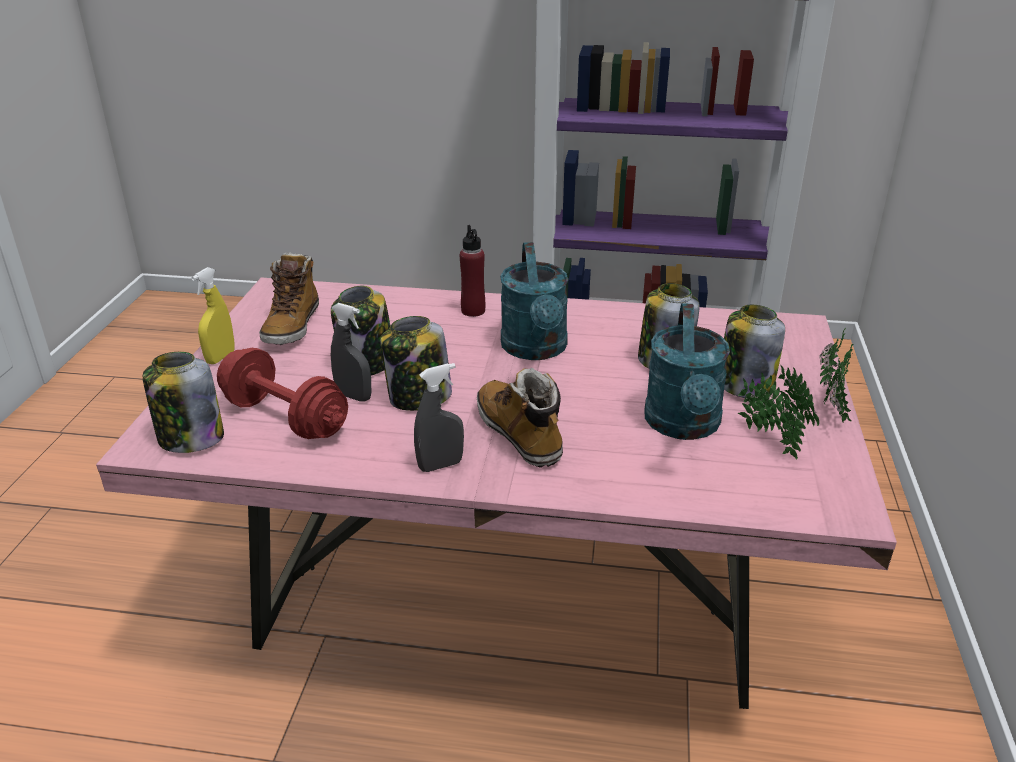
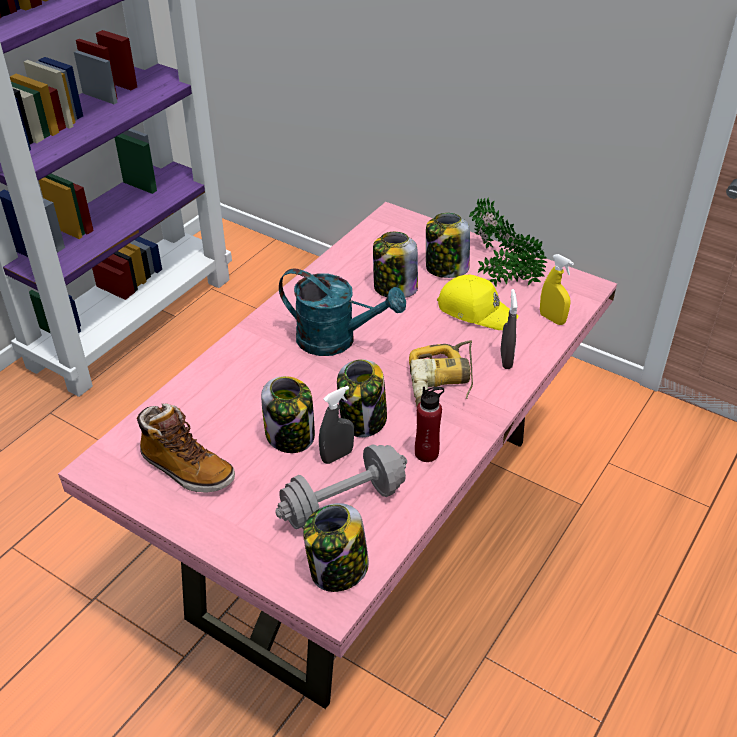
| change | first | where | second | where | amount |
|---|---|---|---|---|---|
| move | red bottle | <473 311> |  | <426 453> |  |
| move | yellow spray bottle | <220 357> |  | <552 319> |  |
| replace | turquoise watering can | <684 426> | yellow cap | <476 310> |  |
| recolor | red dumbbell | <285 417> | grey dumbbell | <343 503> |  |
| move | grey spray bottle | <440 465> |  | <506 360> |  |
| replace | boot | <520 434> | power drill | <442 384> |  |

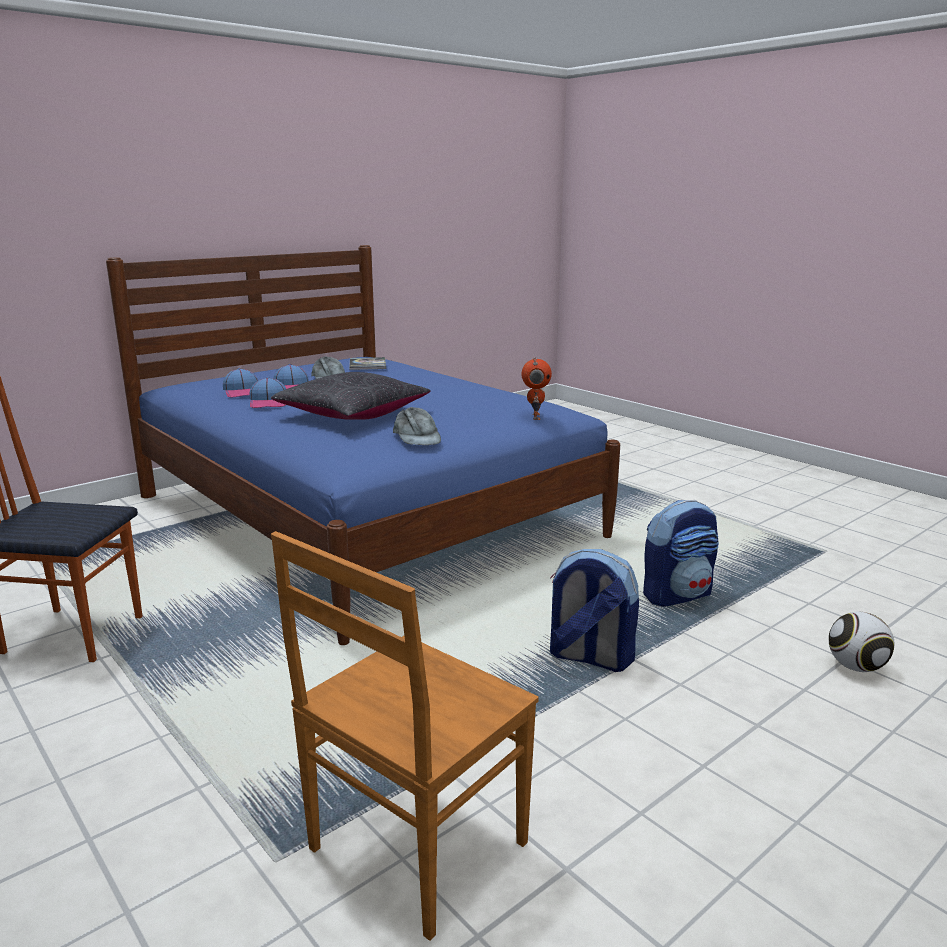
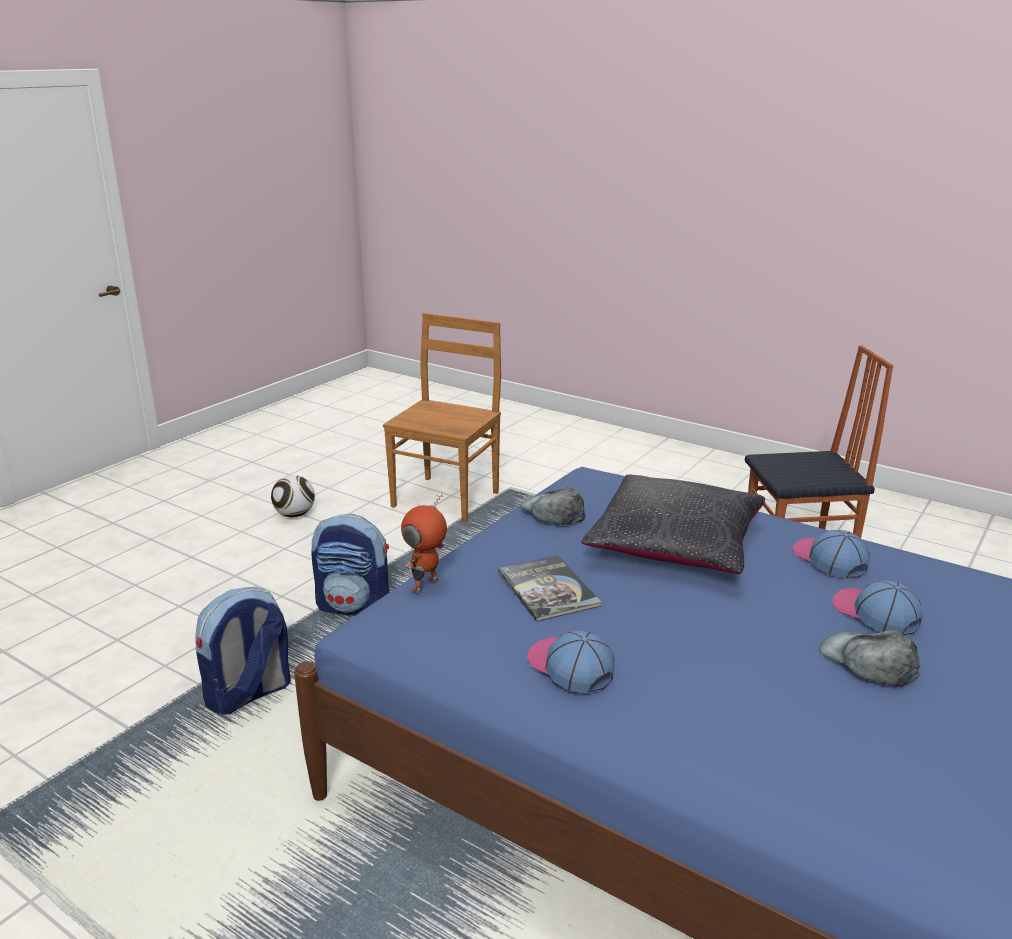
| change | first | where | second | where | amount |
|---|---|---|---|---|---|
| move | book | <367 365> |  | <548 589> |  |
| rotate | toy robot | <535 416> |  | <426 586> | 45 degrees clockwise |
| move | cap | <243 392> |  | <570 666> |  |
| move | football | <855 667> |  | <295 514> |  |

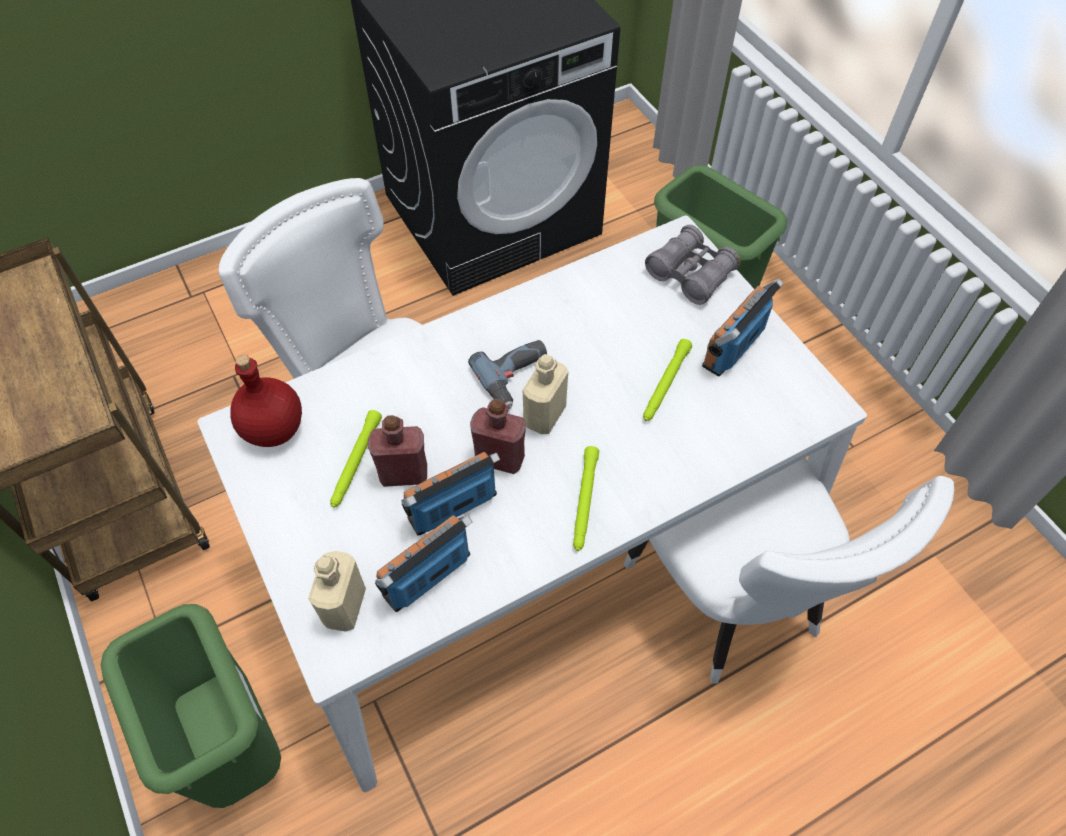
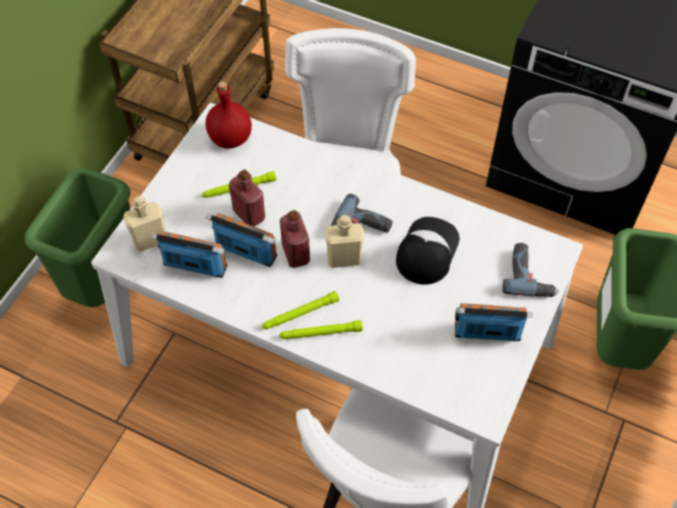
| change | first | where | second | where | amount |
|---|---|---|---|---|---|
| replace | grey binoculars | <690 274> | power drill | <529 275> |  |
| move | green flashlight | <665 384> |  | <320 333> |  |
| insert |  |  | cap | <426 251> |  |

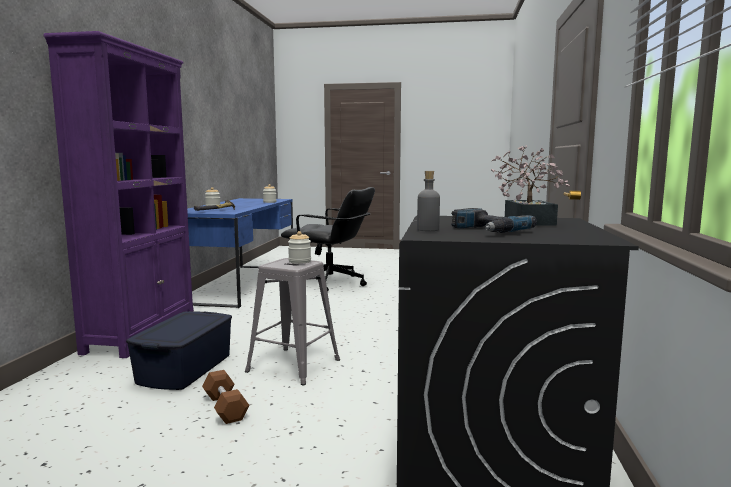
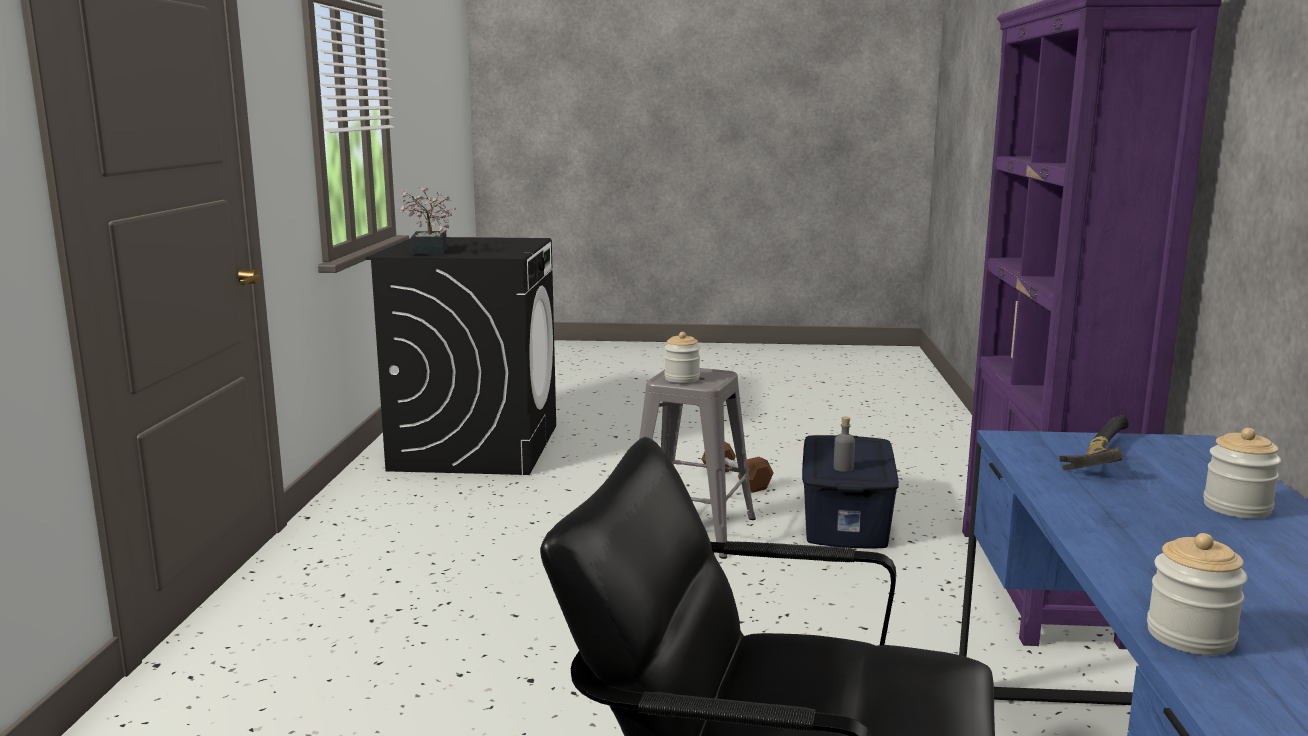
| change | first | where | second | where | amount |
|---|---|---|---|---|---|
| move | grey bottle | <428 229> |  | <843 468> |  |
| delete | power drill | <486 230> |  |  |  |

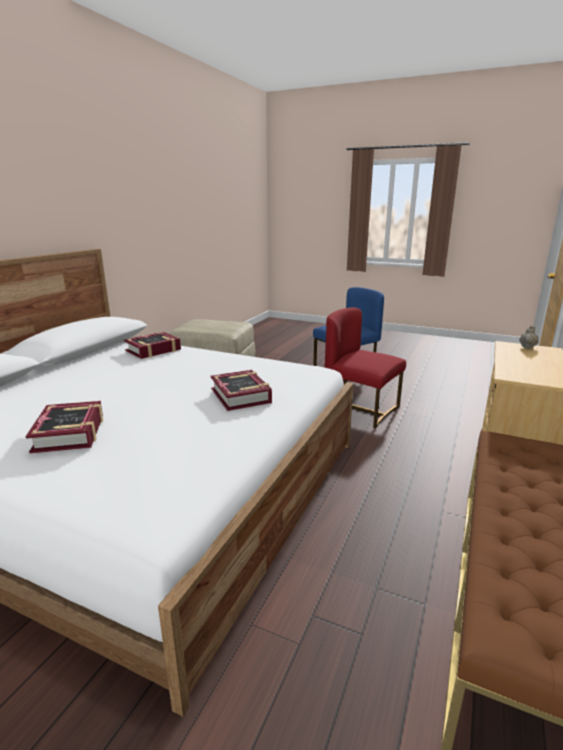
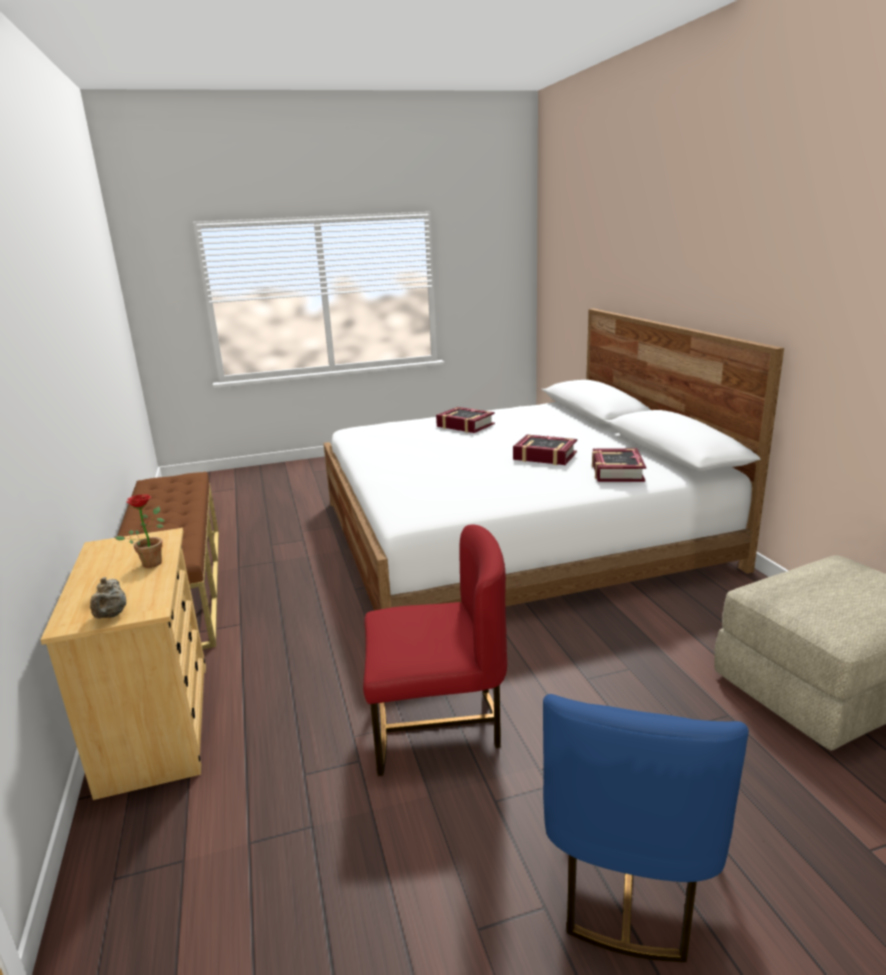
| change | first | where | second | where | amount |
|---|---|---|---|---|---|
| move | book | <241 396> |  | <545 456> |  |
| insert |  |  | potted plant | <153 561> |  |

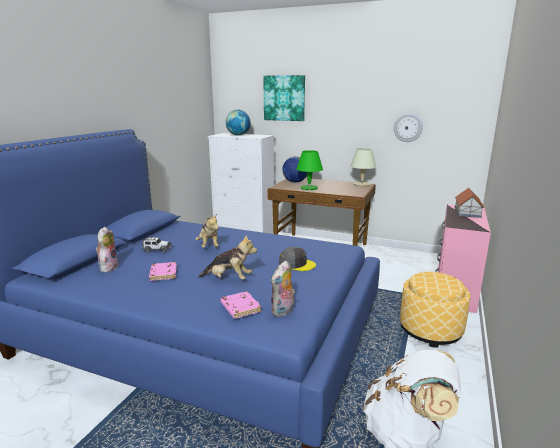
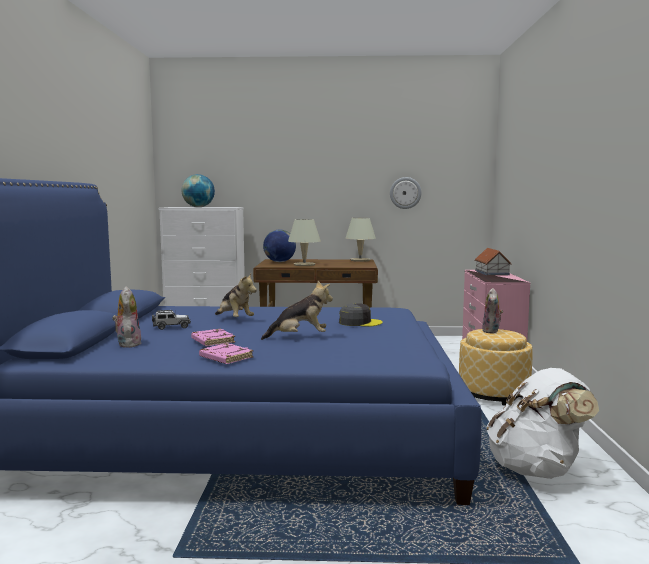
| change | first | where | second | where | amount |
|---|---|---|---|---|---|
| delete | picture | <284 98> |  |  |  |
| recolor | green table lamp | <309 188> | beige table lamp | <304 265> |  |
| move | plush toy | <283 311> |  | <492 331> |  |
| move | pink book | <240 308> |  | <225 358> |  |

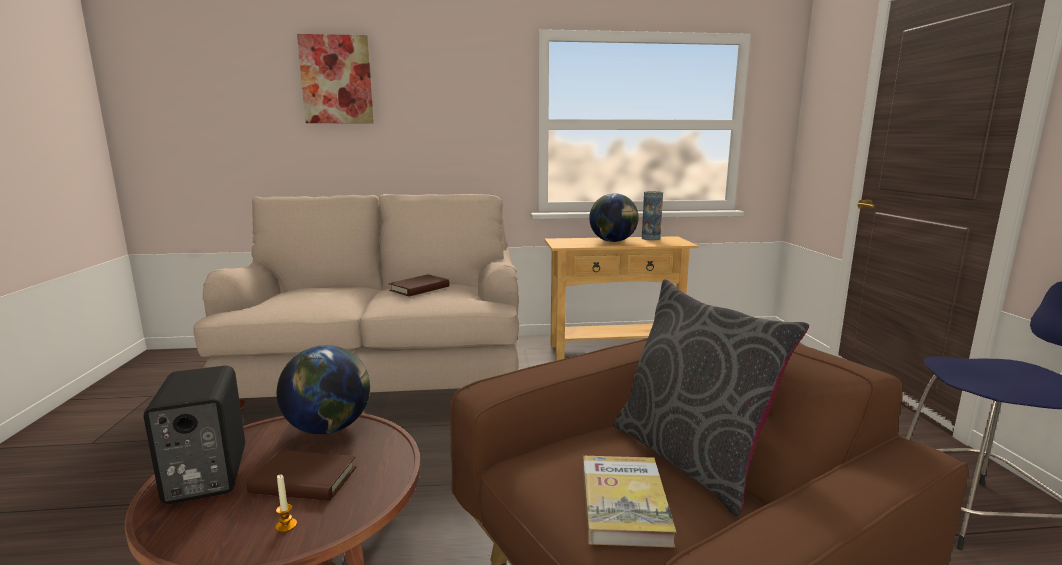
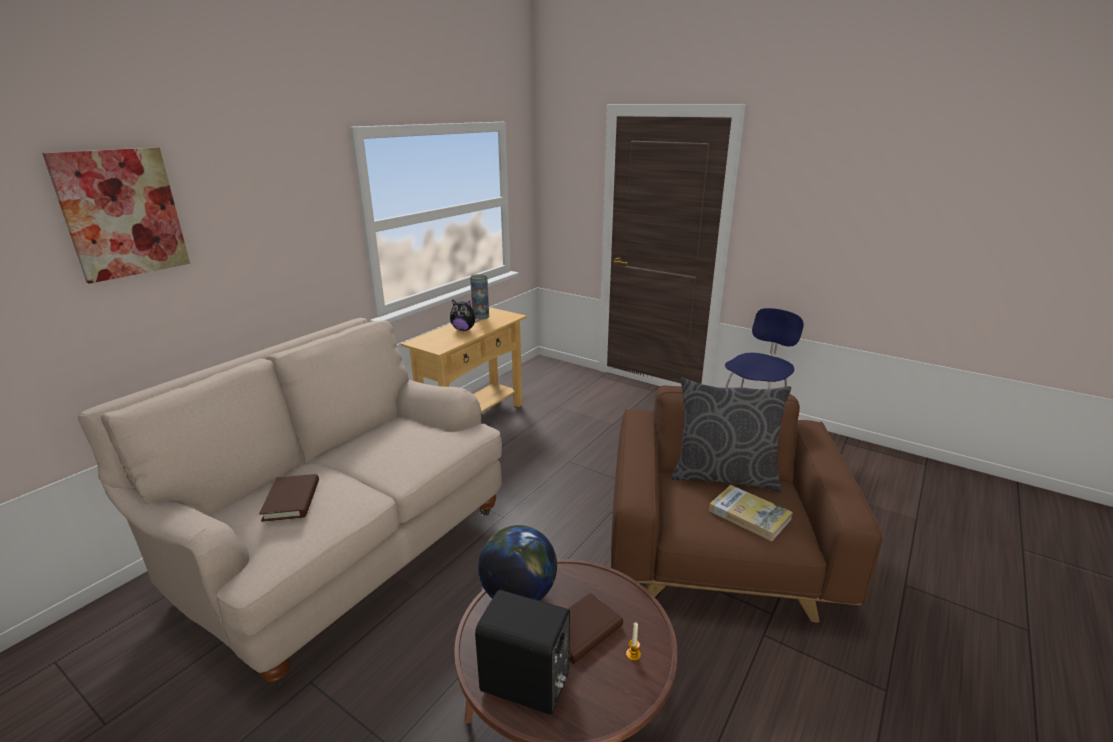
| change | first | where | second | where | amount |
|---|---|---|---|---|---|
| replace | globe | <613 241> | plush toy | <464 329> |  |
| move | brown book | <419 289> |  | <292 500> |  |

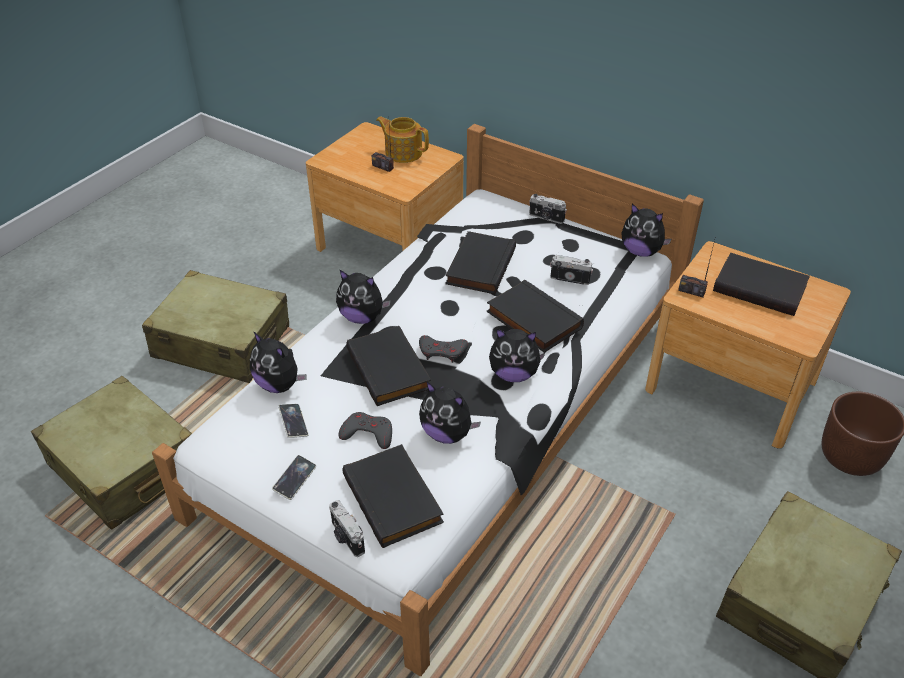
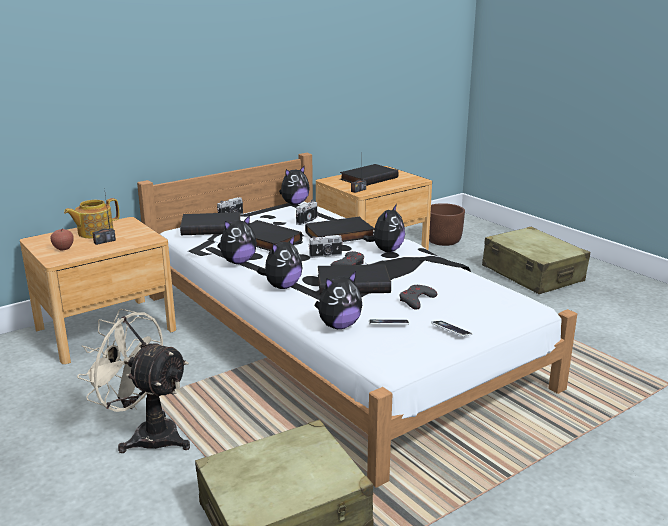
| change | first | where | second | where | amount |
|---|---|---|---|---|---|
| replace | beige suitcase | <222 342> | beige fan | <146 435> |  |
| move | plush toy | <447 433> |  | <238 262> |  |
| move | black book | <395 498> |  | <212 227> |  |
| move | photo camera | <346 538> |  | <326 256> |  |
| insert |  |  | apple | <63 248> |  |

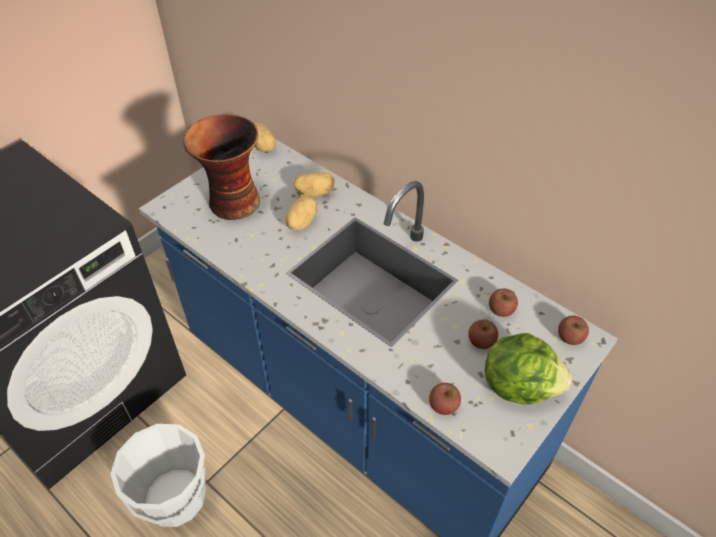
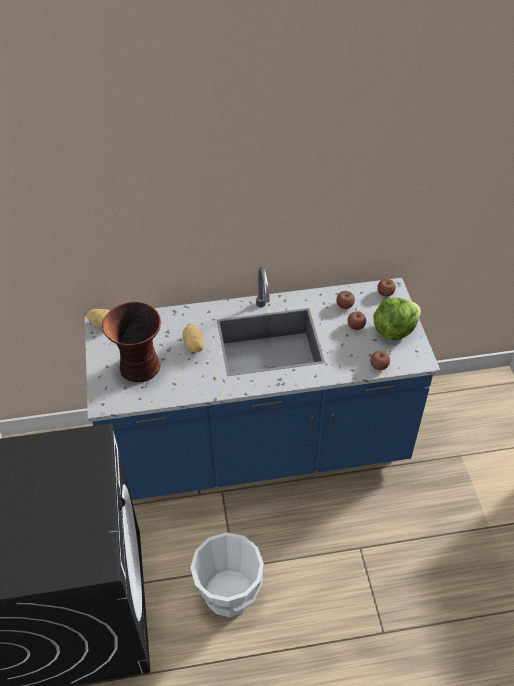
| change | first | where | second | where | amount |
|---|---|---|---|---|---|
| delete | potato | <315 193> |  |  |  |

